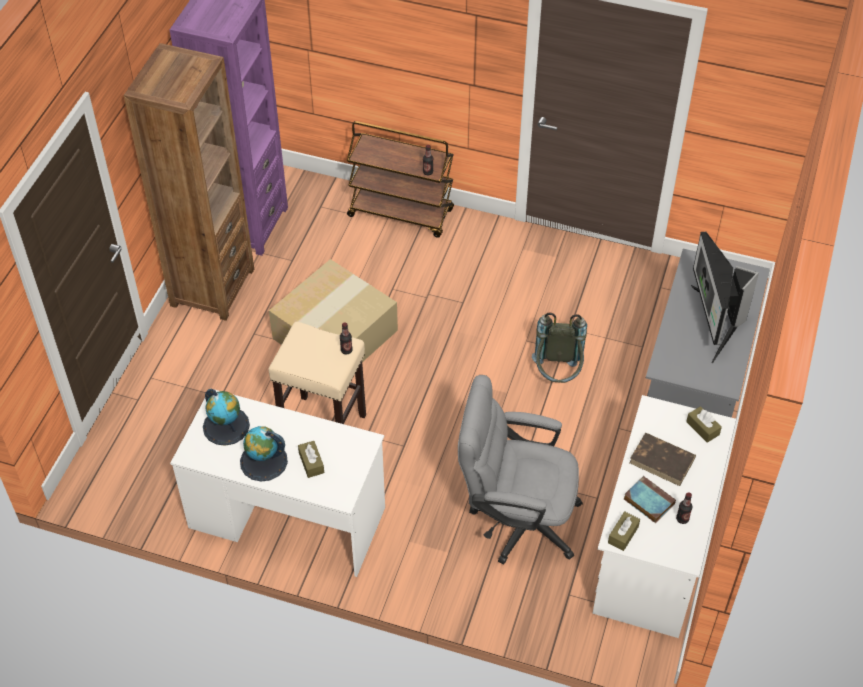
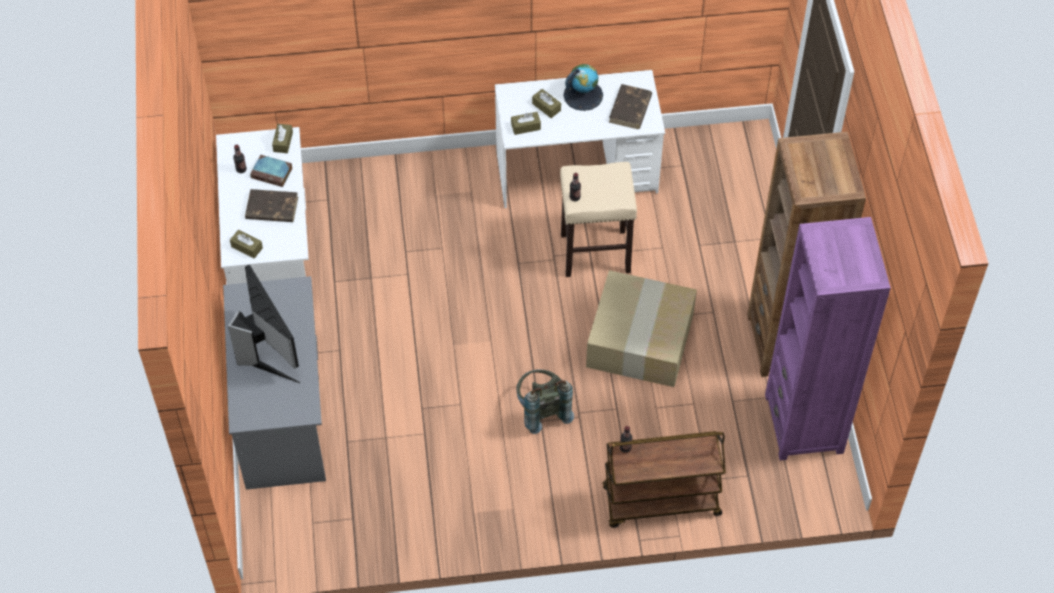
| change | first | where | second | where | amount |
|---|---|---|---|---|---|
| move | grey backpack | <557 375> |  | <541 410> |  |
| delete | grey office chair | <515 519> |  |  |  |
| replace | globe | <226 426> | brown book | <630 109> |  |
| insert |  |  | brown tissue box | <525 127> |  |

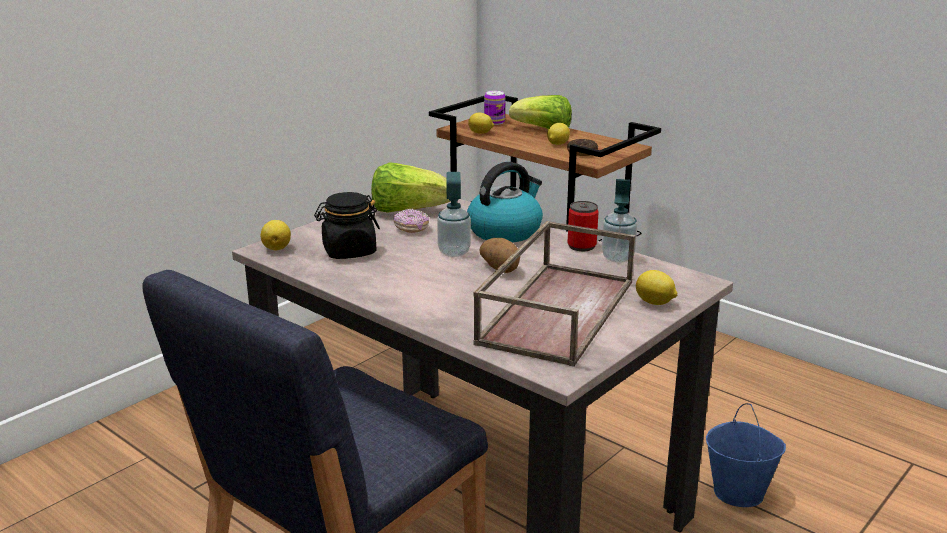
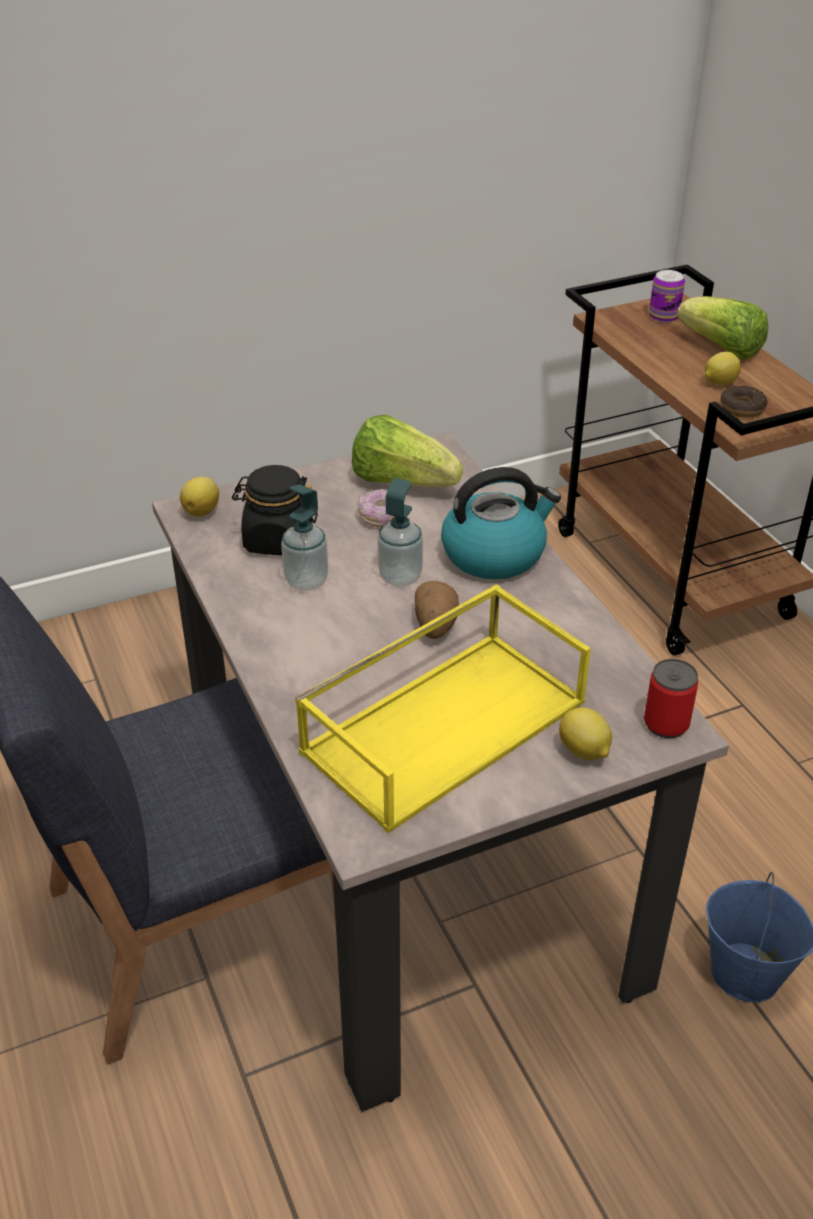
| change | first | where | second | where | amount |
|---|---|---|---|---|---|
| delete | lemon | <481 133> |  |  |  |
| move | soap dispenser | <617 257> |  | <306 581> |  |
| move | can | <581 246> |  | <666 724> |  |
| recolor | brown tray | <556 310> | yellow tray | <445 724> |  |

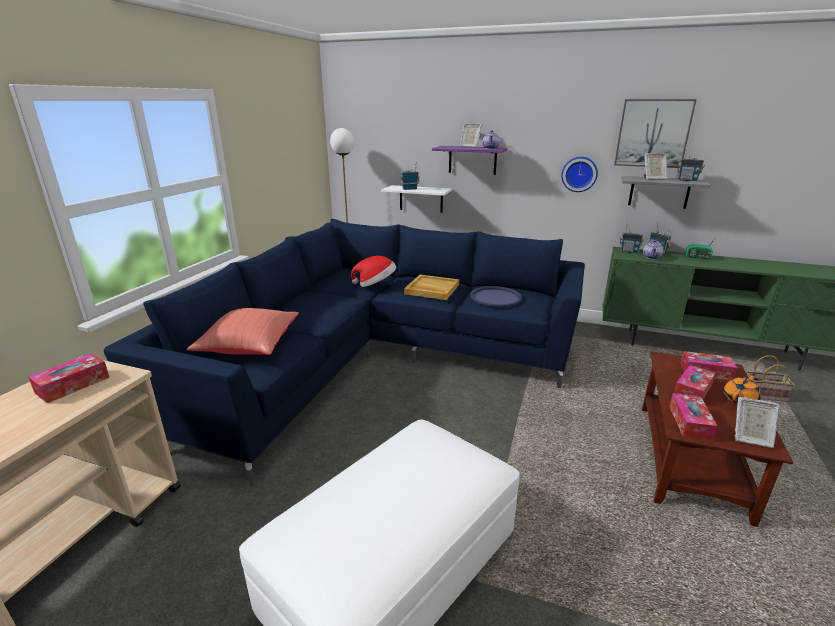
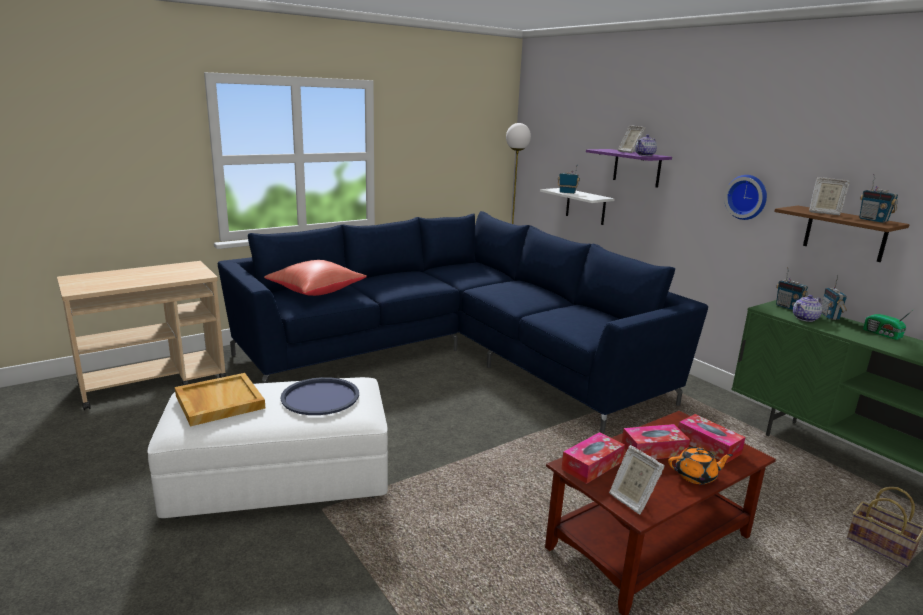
| change | first | where | second | where | amount |
|---|---|---|---|---|---|
| delete | picture | <653 133> |  |  |  |
| recolor | grey shelf | <659 192> | brown shelf | <845 233> |  |
| delete | hat | <376 284> |  |  |  |
| move | beige tray | <431 289> |  | <219 401> |  |
| move | blue tray | <495 297> |  | <320 397> |  |
| delete | tissue box | <73 385> |  |  |  |

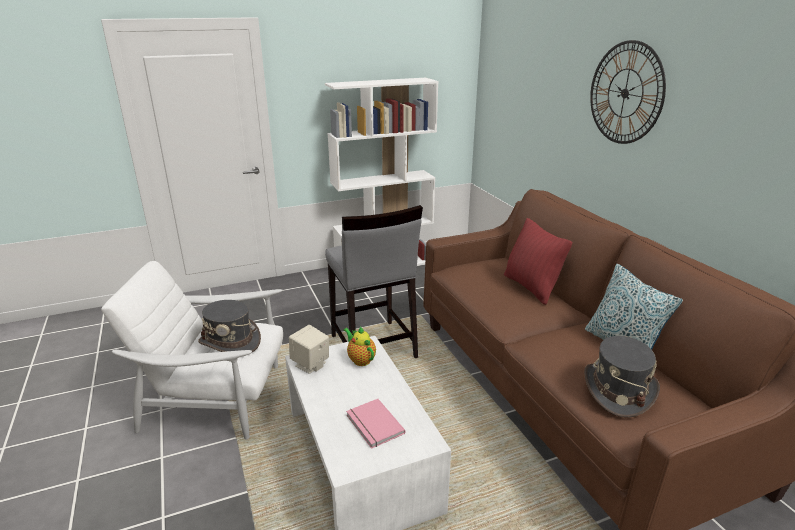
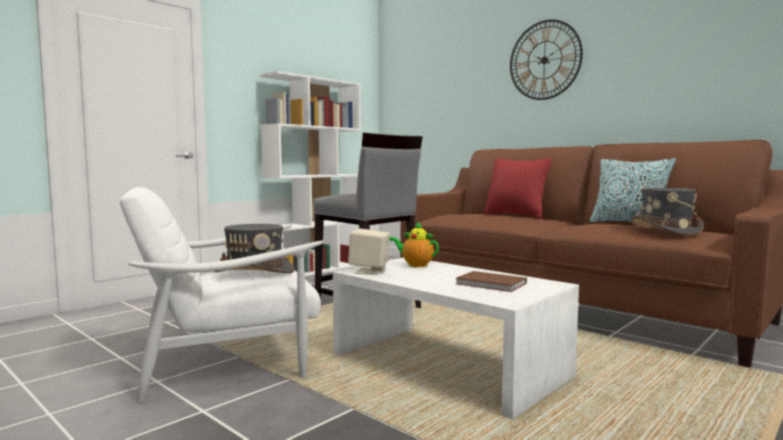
| change | first | where | second | where | amount |
|---|---|---|---|---|---|
| recolor | pink book | <373 425> | brown book | <490 284> |  |

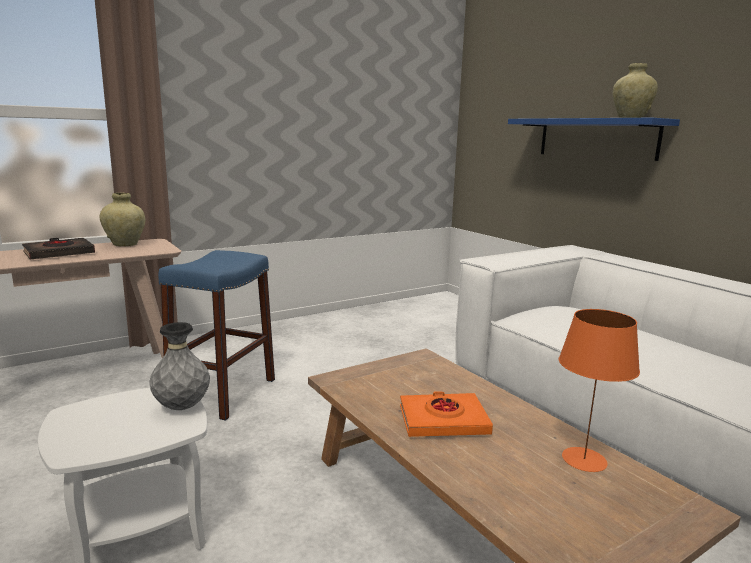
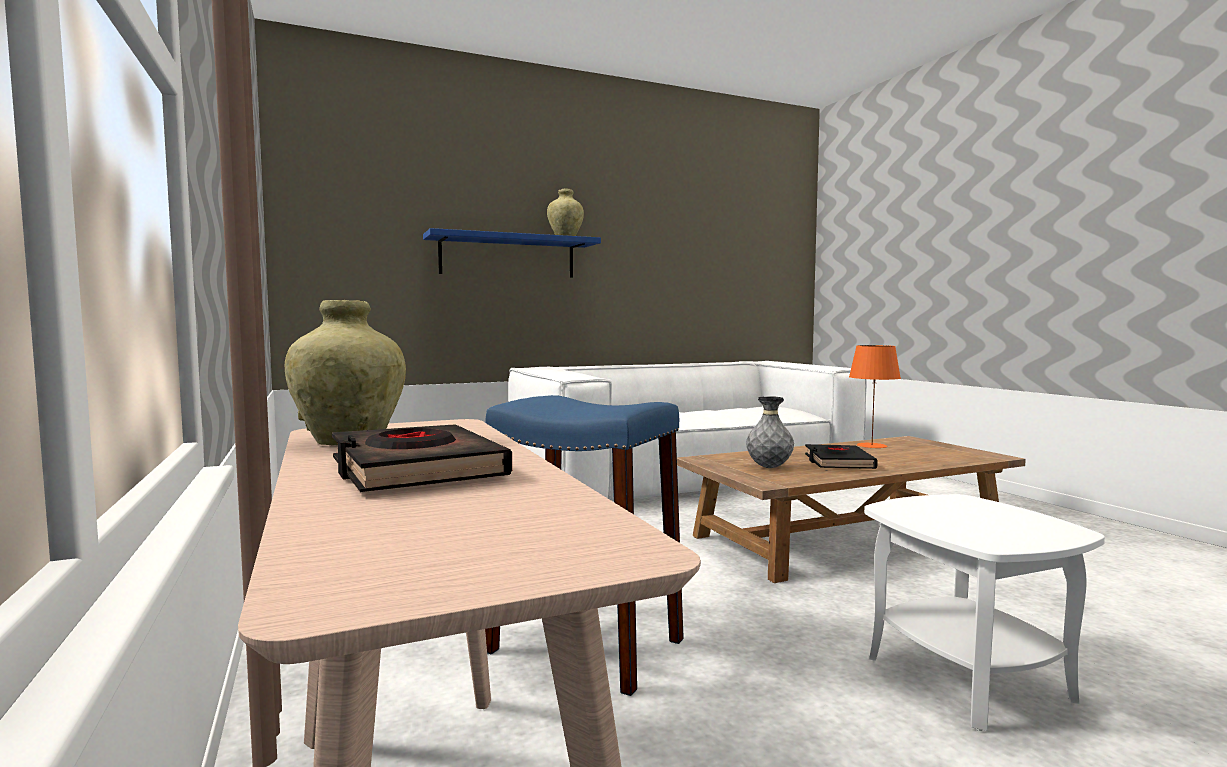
| change | first | where | second | where | amount |
|---|---|---|---|---|---|
| move | grey vase | <182 407> |  | <769 467> |  |
| recolor | orange book | <443 421> | black book | <838 462> |  |

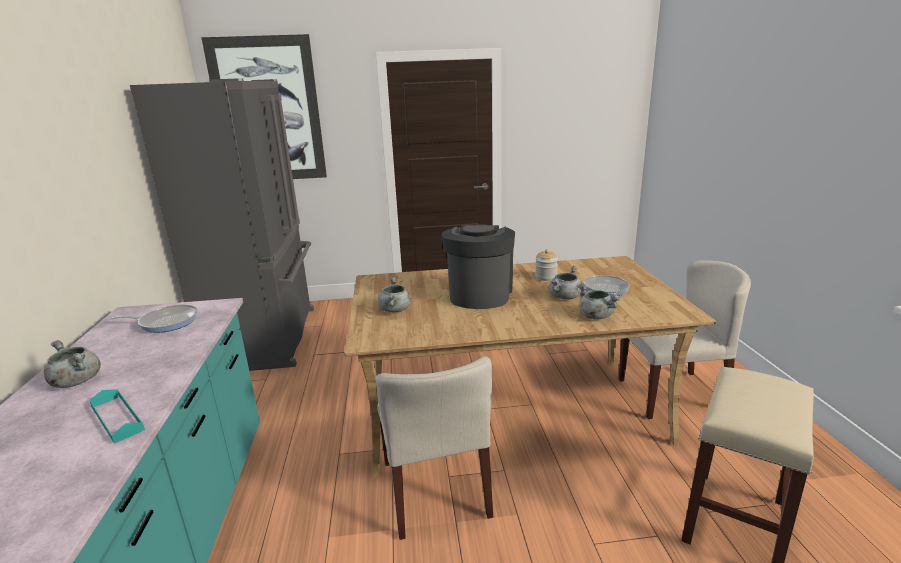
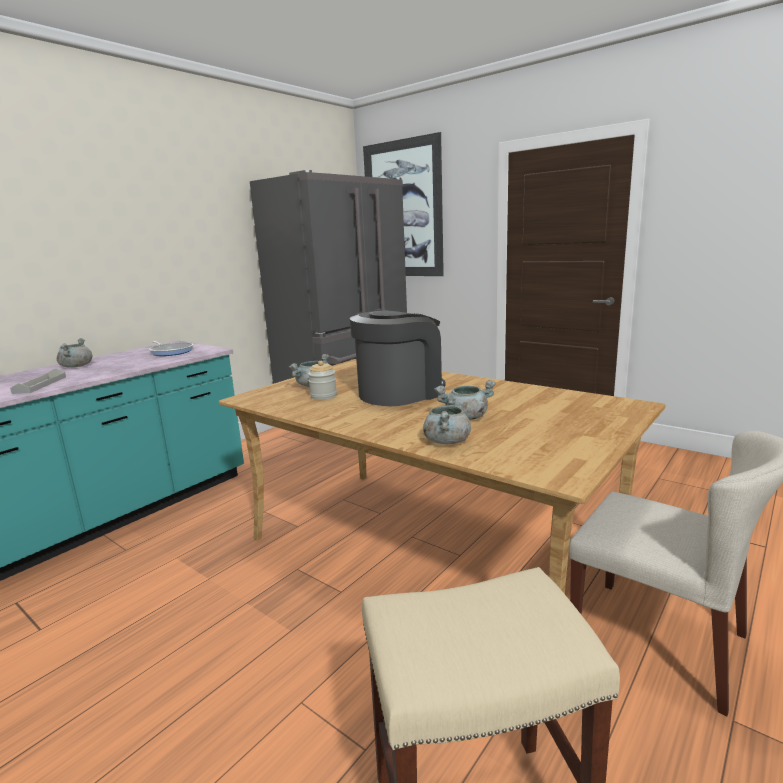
| change | first | where | second | where | amount |
|---|---|---|---|---|---|
| move | jar | <546 277> |  | <323 396> |  |
| delete | frying pan | <606 290> |  |  |  |
| delete | beige chair | <435 489> |  |  |  |
| recolor | turquoise tray | <117 418> | grey tray | <40 385> |  |

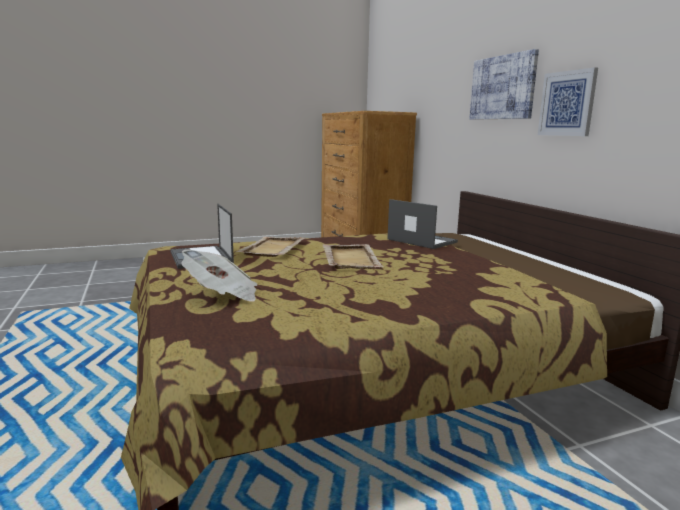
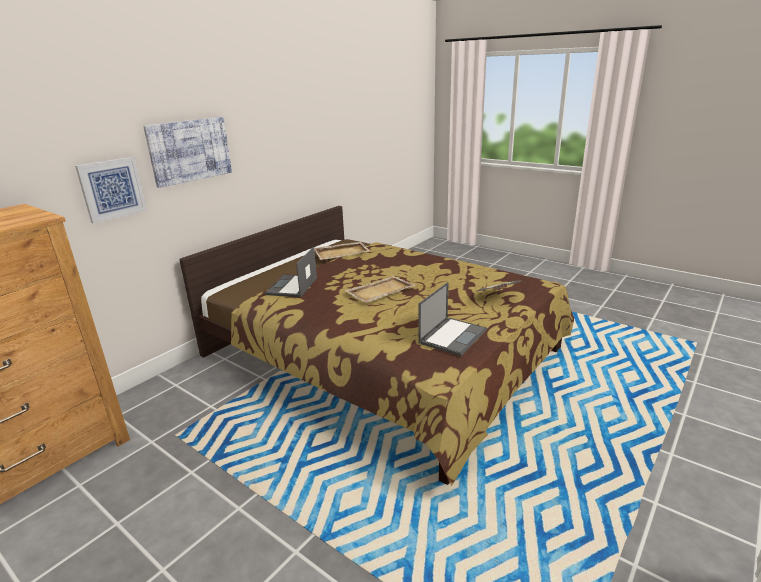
| change | first | where | second | where | amount |
|---|---|---|---|---|---|
| move | picture | <567 103> |  | <112 189> |  |
| move | beige tray | <272 249> |  | <342 252> |  |

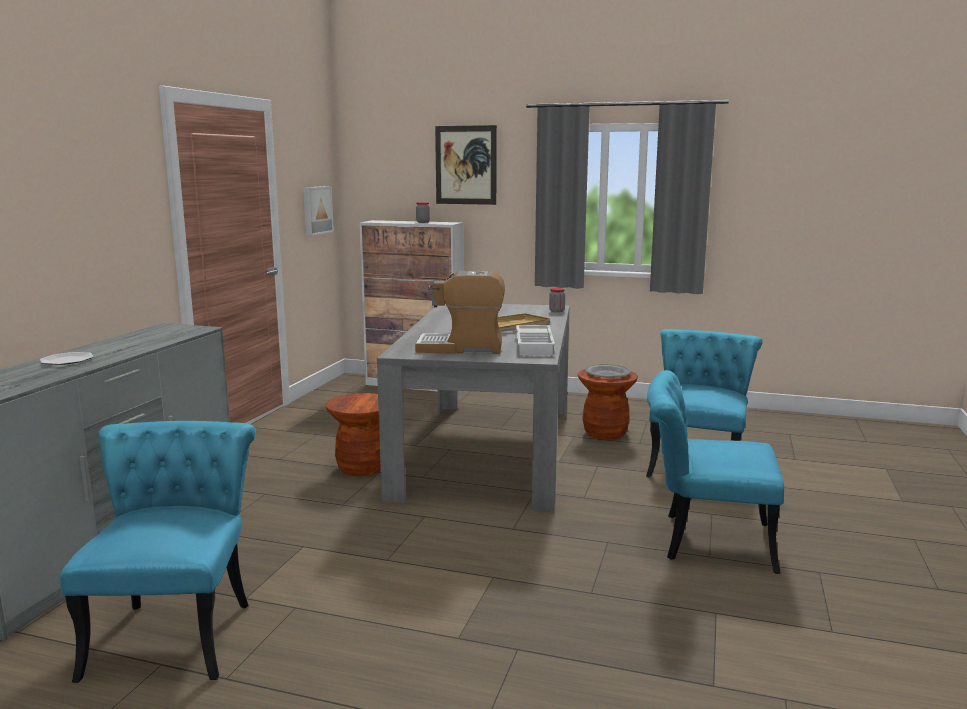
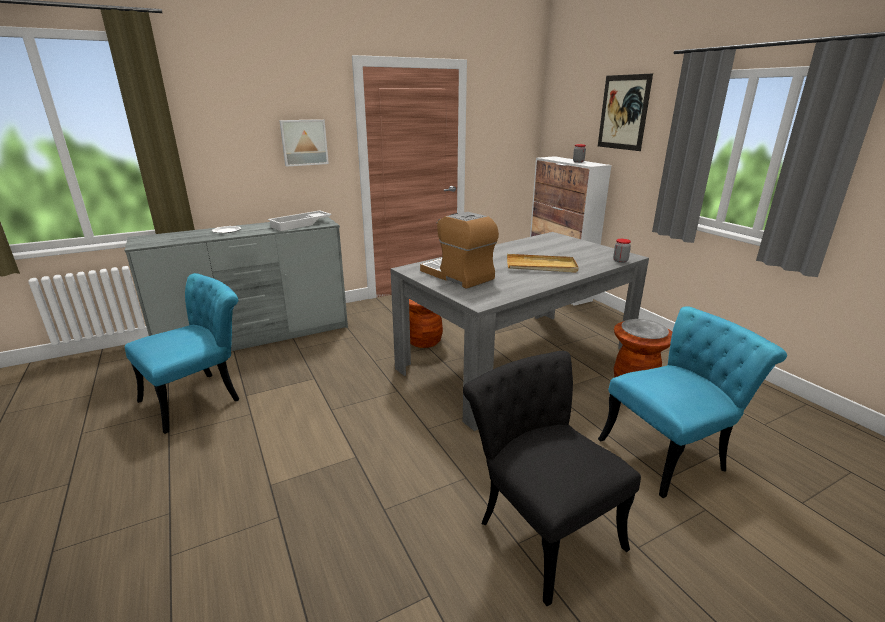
| change | first | where | second | where | amount |
|---|---|---|---|---|---|
| move | picture | <316 210> |  | <304 142> |  |
| move | white tray | <535 345> |  | <301 224> |  |
| recolor | turquoise chair | <703 540> | black chair | <540 526> |  |

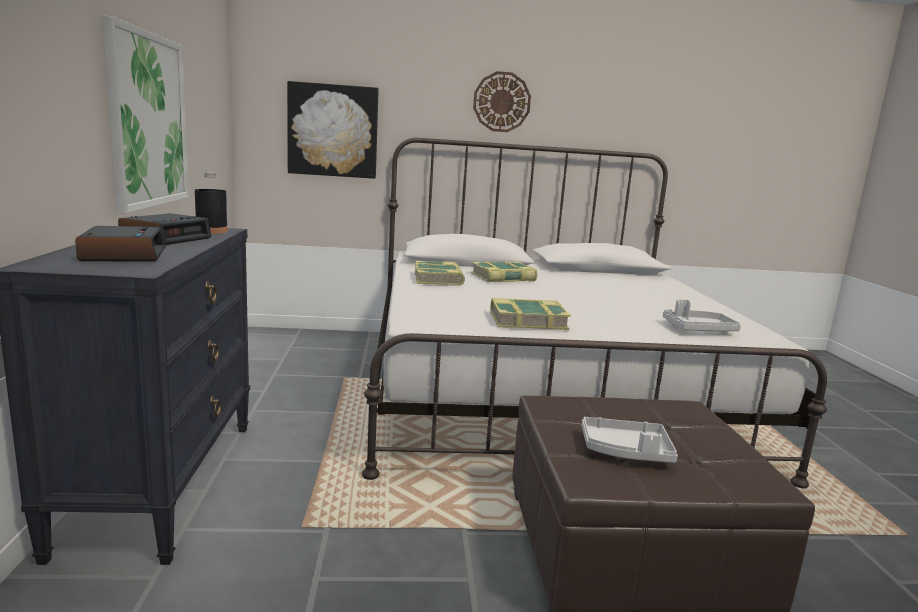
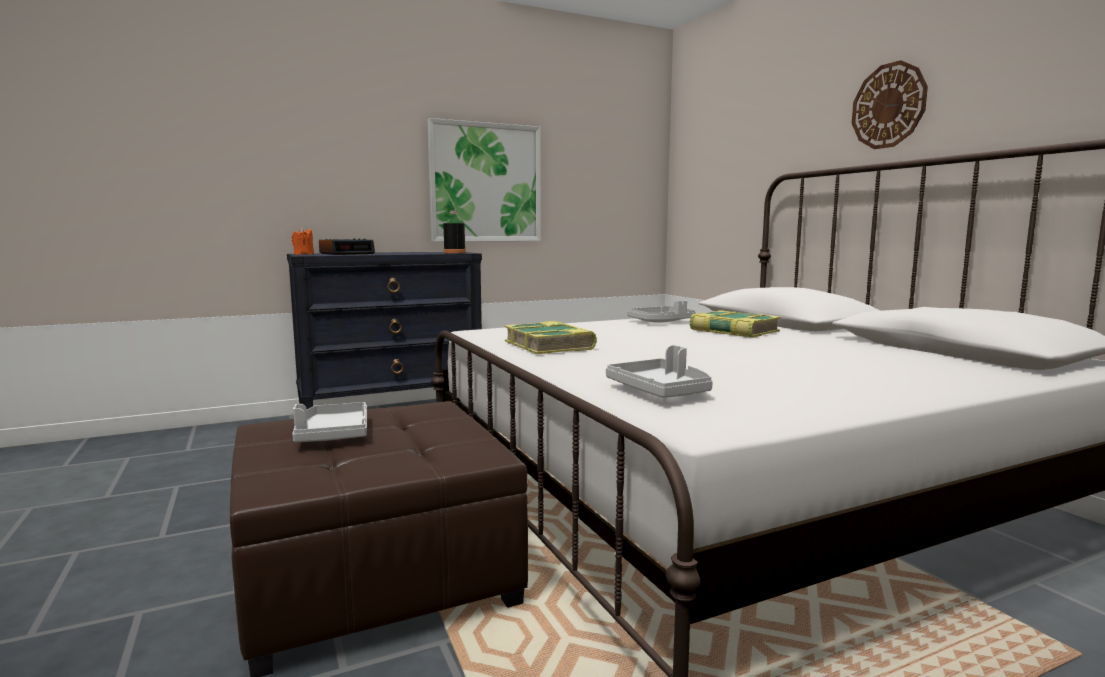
| change | first | where | second | where | amount |
|---|---|---|---|---|---|
| delete | picture | <333 131> |  |  |  |
| delete | alarm clock | <166 238> |  |  |  |
| replace | book | <438 279> | grey tray | <661 322> |  |
| insert |  |  | orange candle | <303 254> |  |

